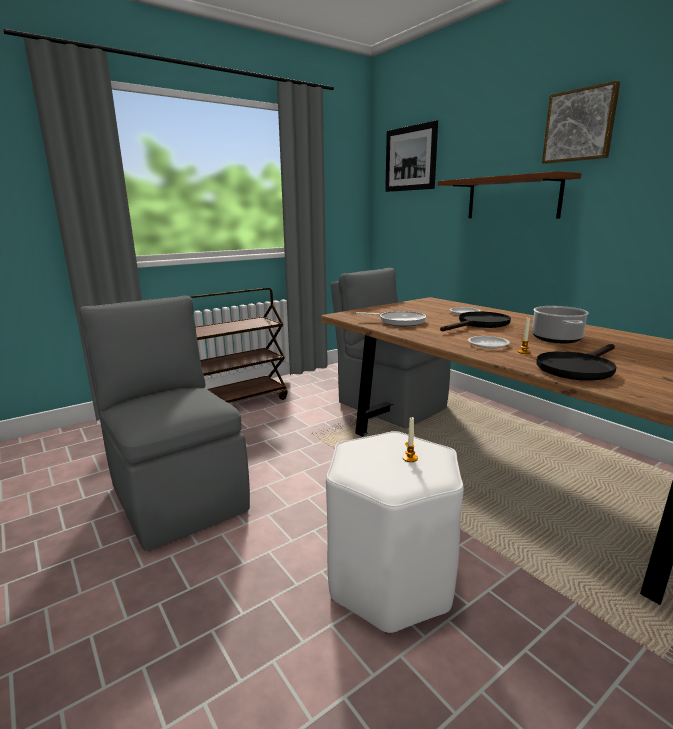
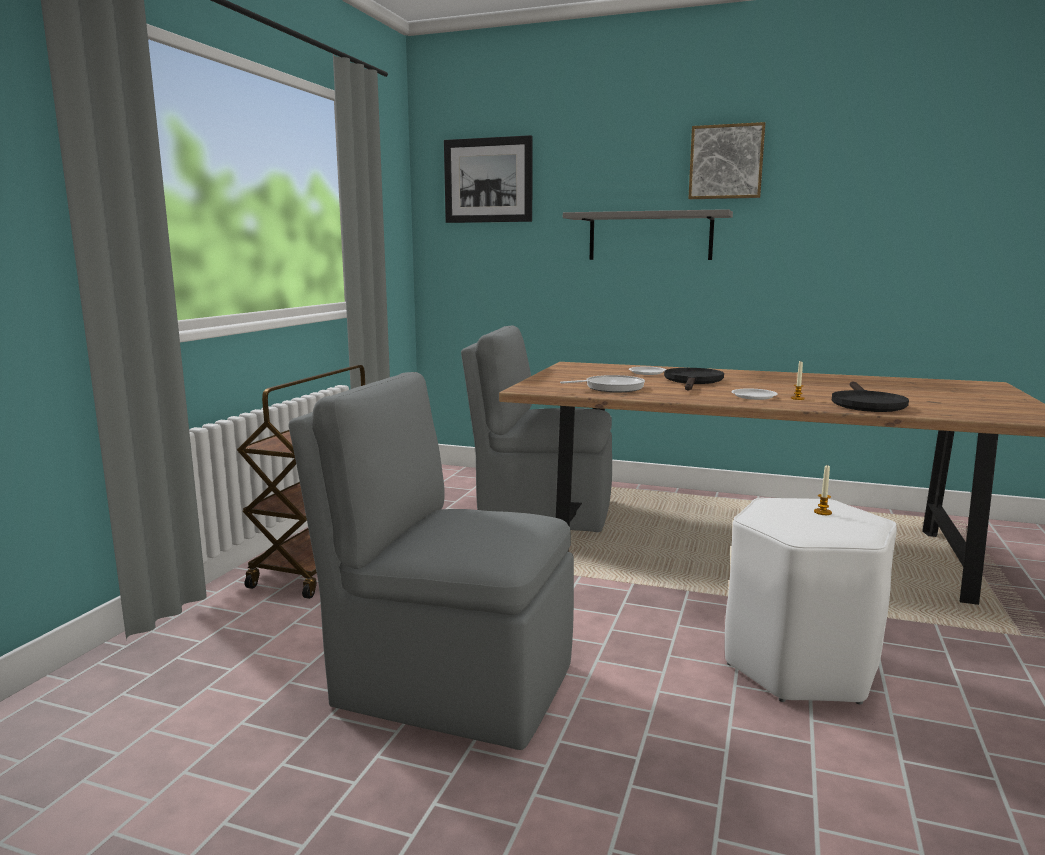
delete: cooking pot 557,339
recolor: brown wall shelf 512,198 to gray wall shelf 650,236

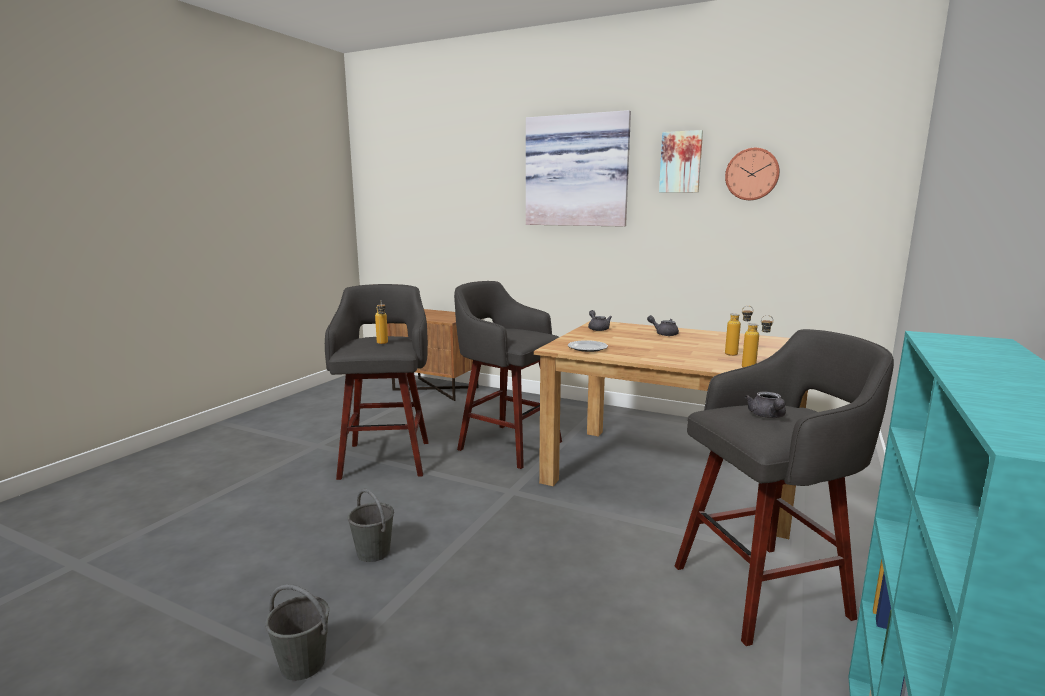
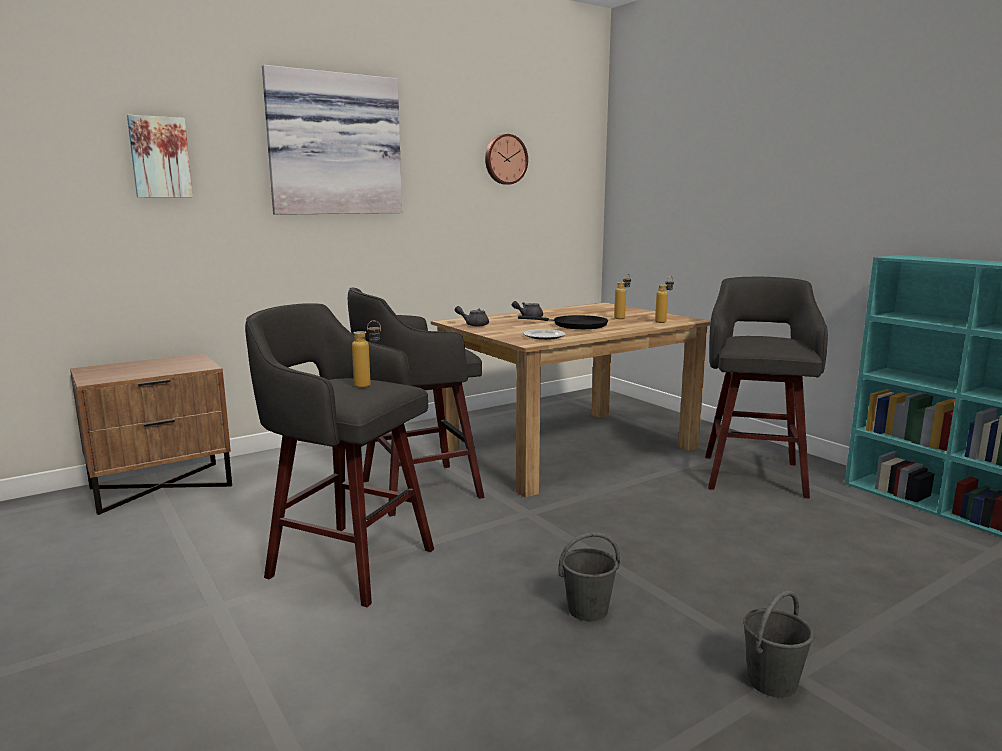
delete: gray teapot 767,416
insert: blackish pan 576,325
move: wall art 681,162 to 160,157

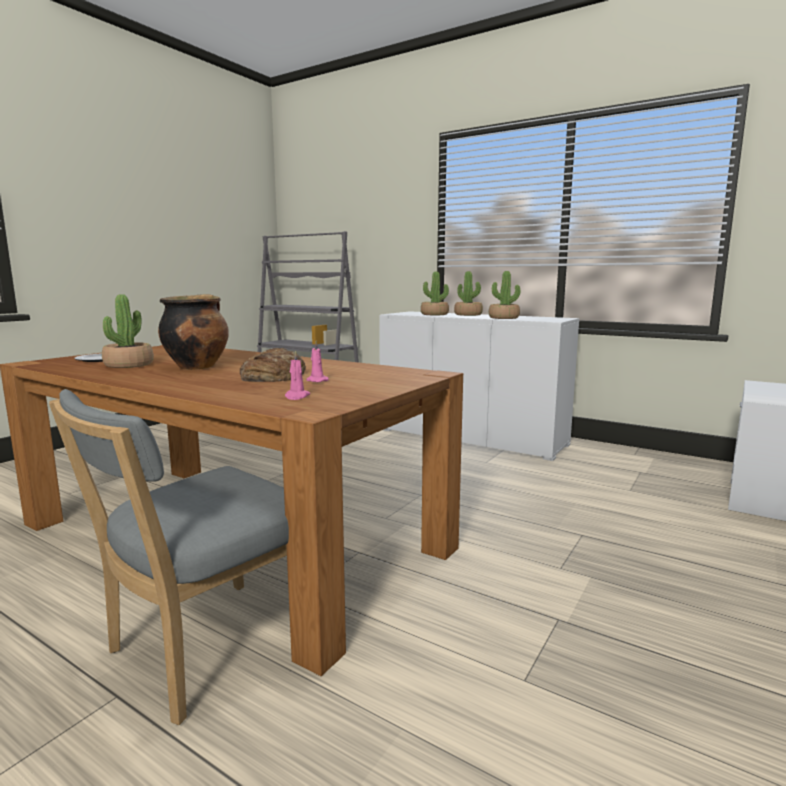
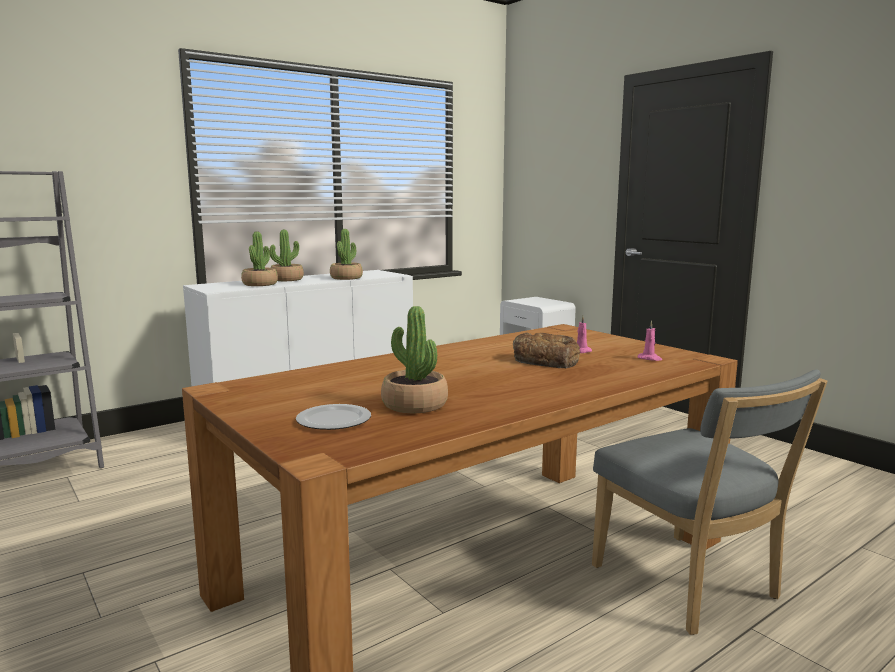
delete: cooking pot 197,367

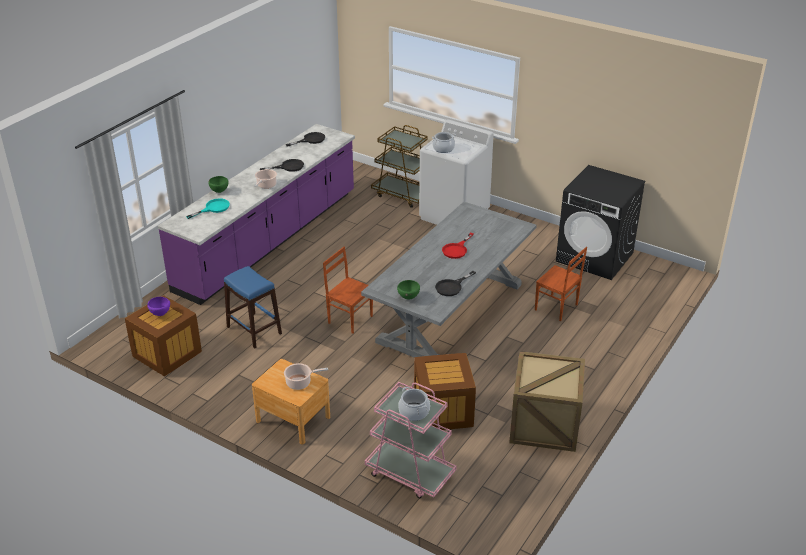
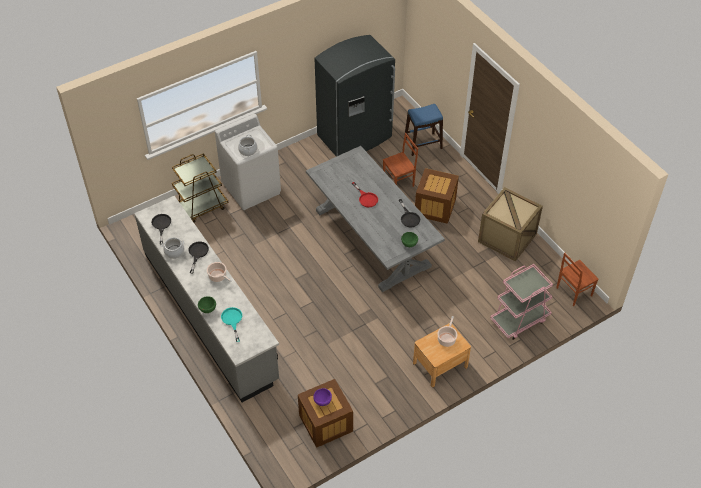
move: brown upright chair 350,319 to 573,291; bluish stool seat 254,330 to 422,144; crate 443,411 to 435,207; cooking pot 414,412 to 174,252
replace: blackish laundry appliance 595,257 to gray refrigerator 355,137
recolor: purplish kitchen base unit 269,241 to gray kitchen base unit 210,315

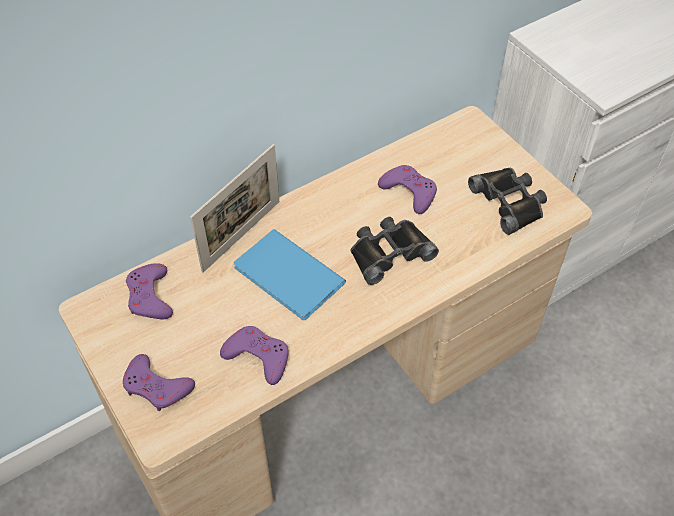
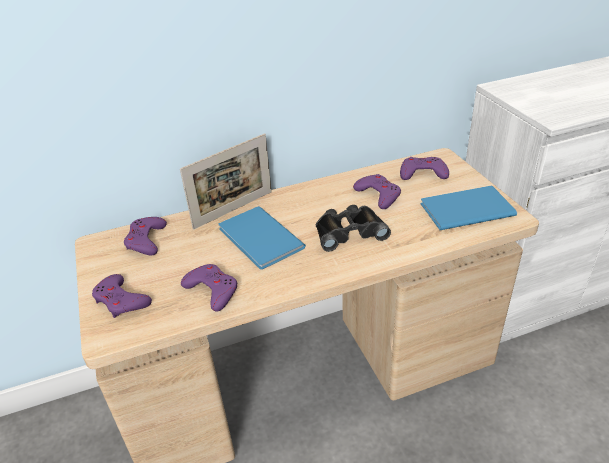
insert: purplish game controller 422,173
replace: blackish pair of binoculars 509,202 to bluish bound book 463,209

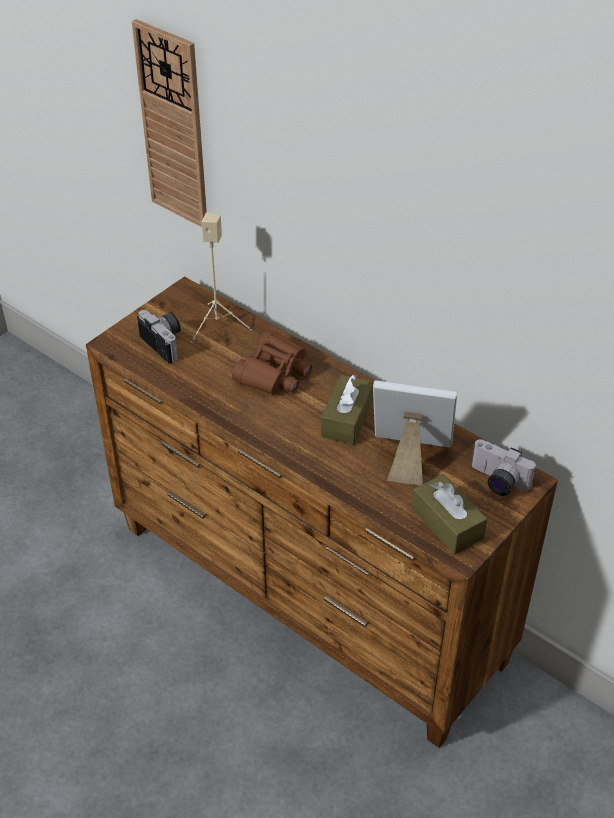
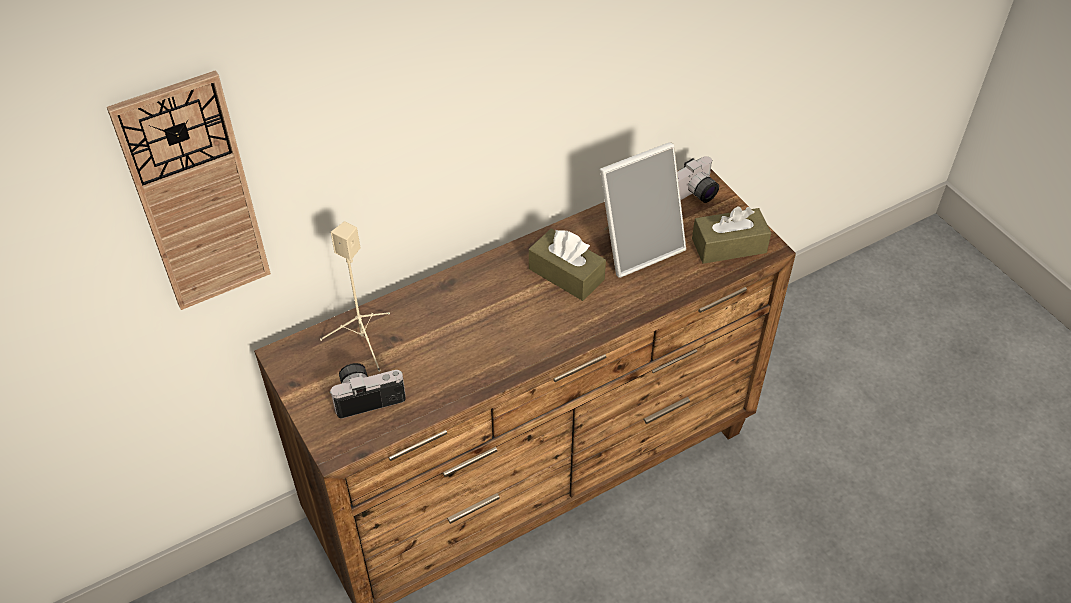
delete: brown pair of binoculars 274,373
rotate: picture frame 408,458 = 638,246 150 degrees counterclockwise

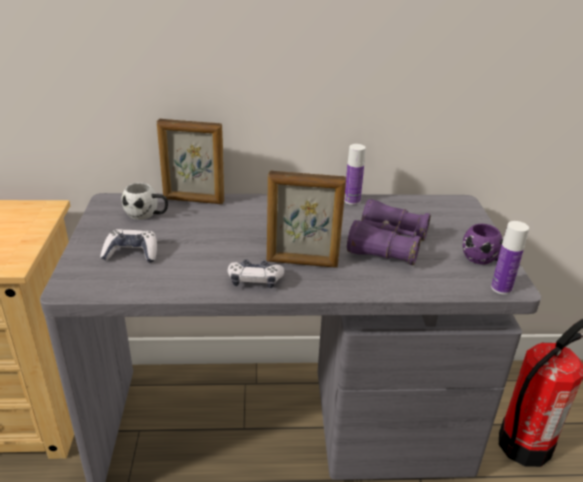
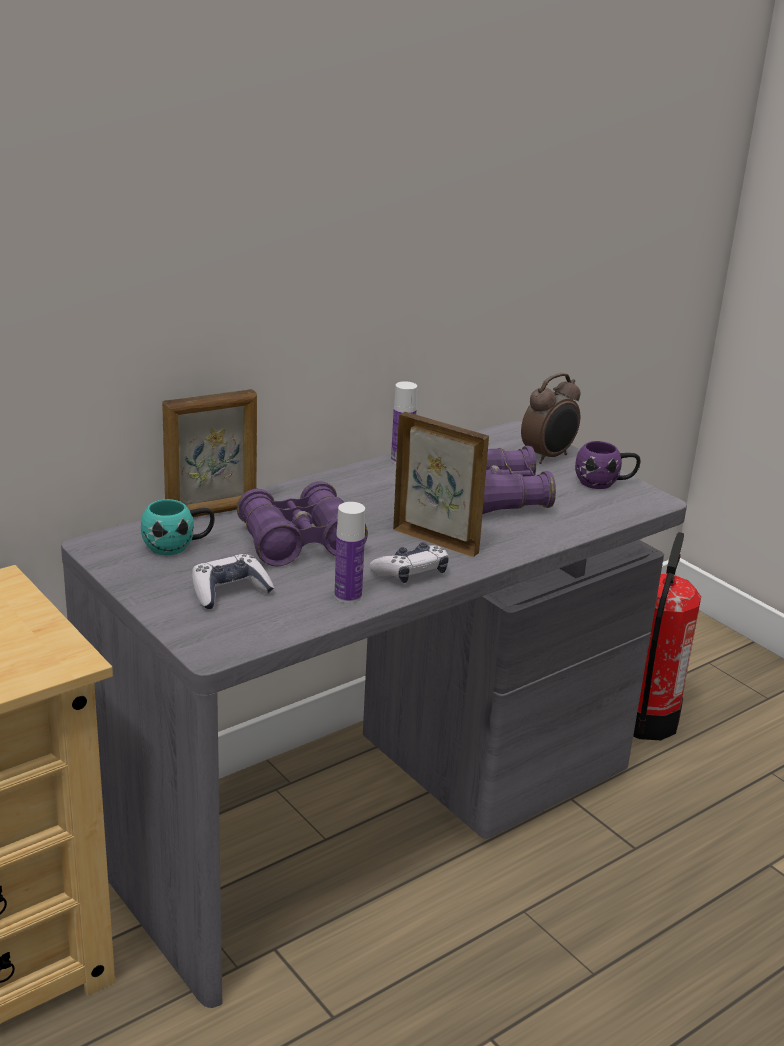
insert: table clock 548,457; purplish pair of binoculars 299,542
move: beverage bottle 501,288 to 348,596
recolor: white-coloured tea mug 147,215 to turquoise tea mug 178,545
rotate: picture frame 302,263 = 436,540 120 degrees counterclockwise

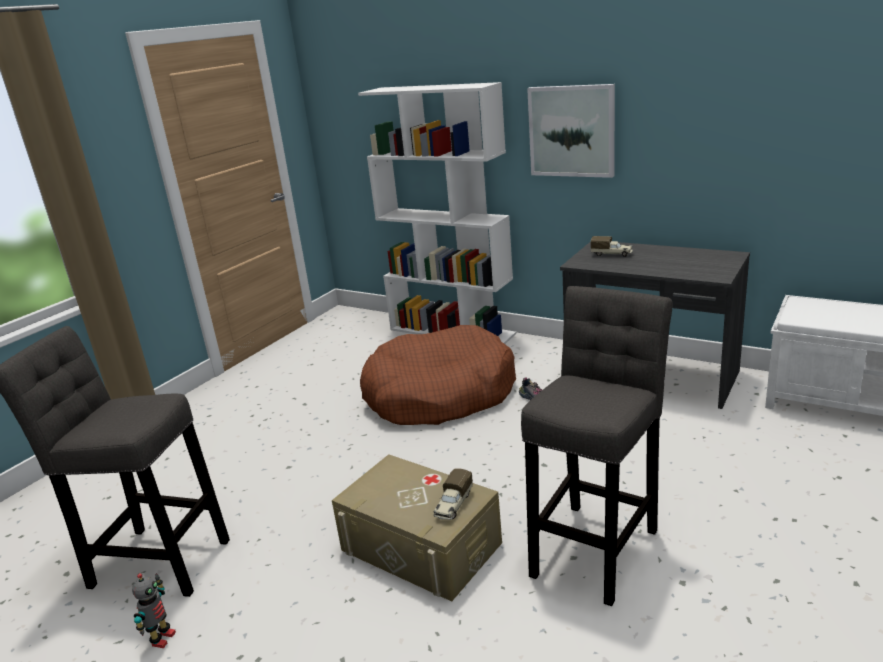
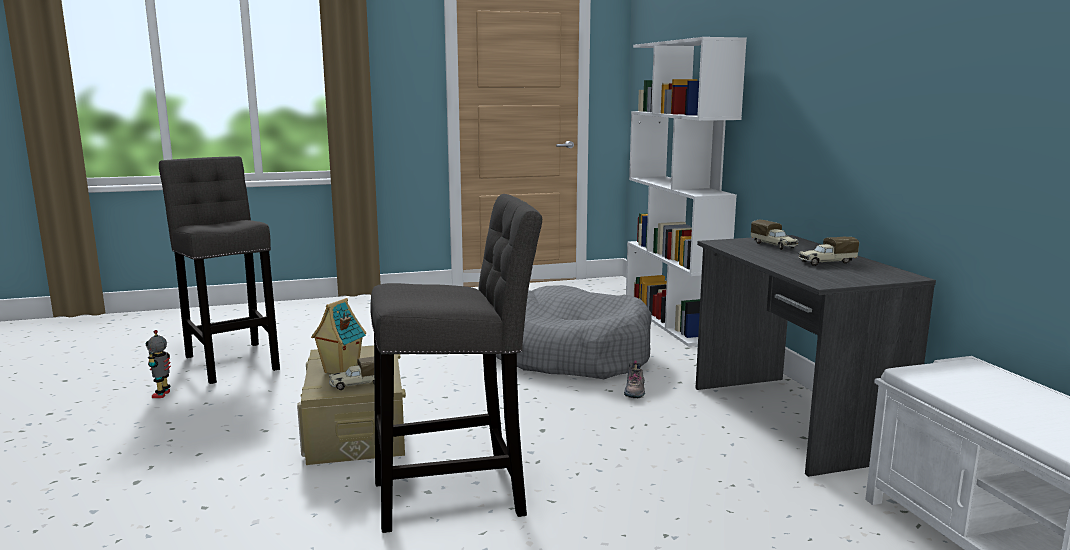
delete: wall art 572,131
insert: toy truck 826,262; toy house 340,371
recolor: brown dog cushion 439,394 to gray dog cushion 569,354
rotate: robot figure 162,638 = 163,394 120 degrees clockwise

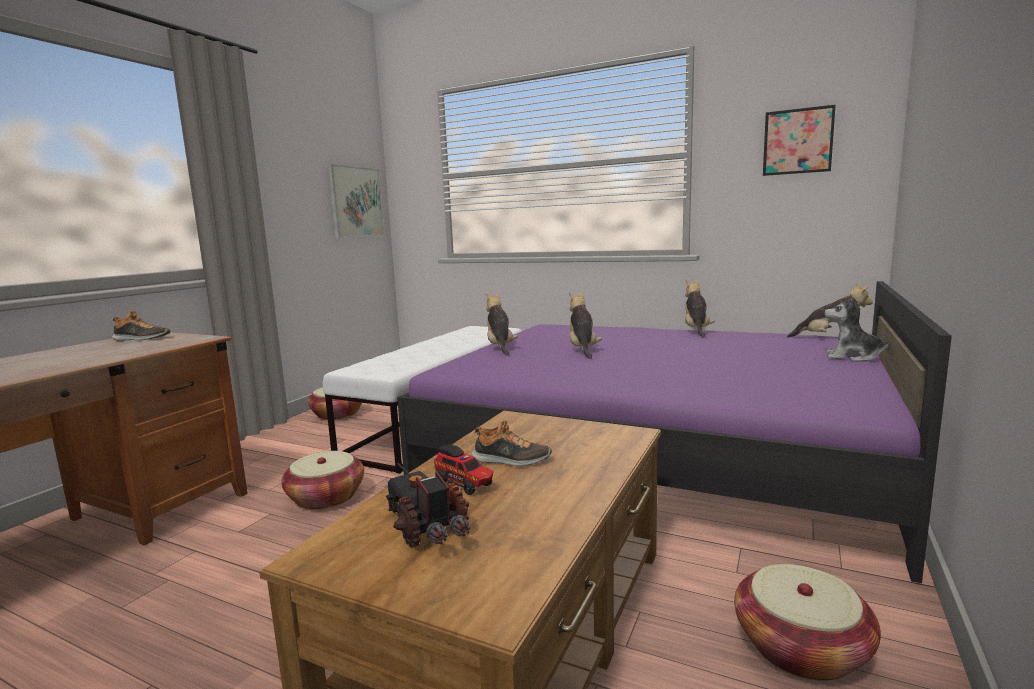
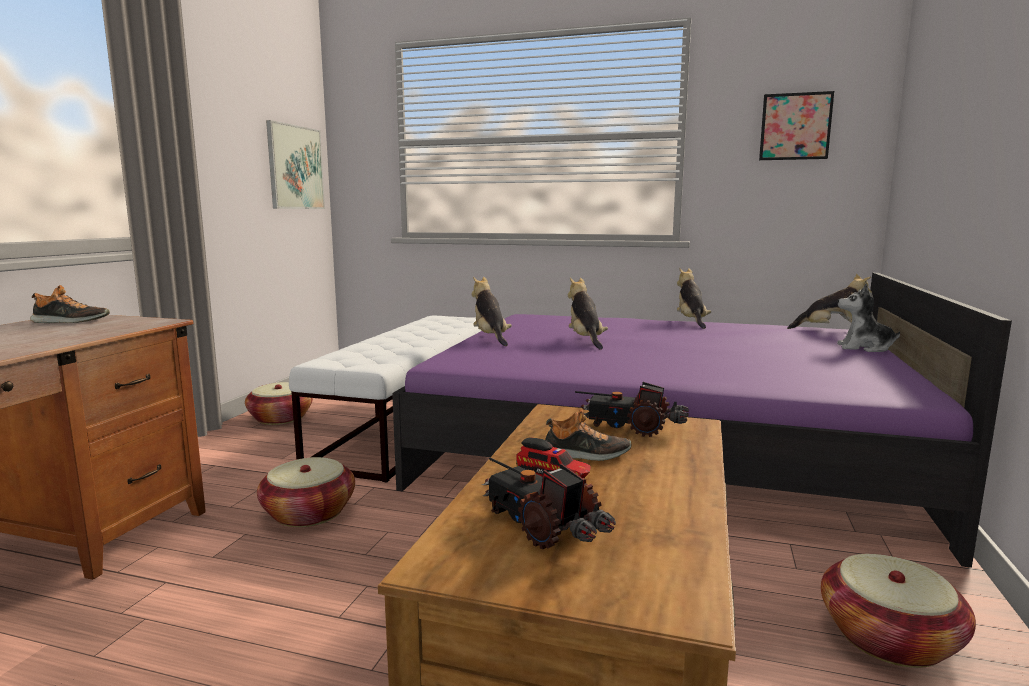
insert: toy truck 631,427

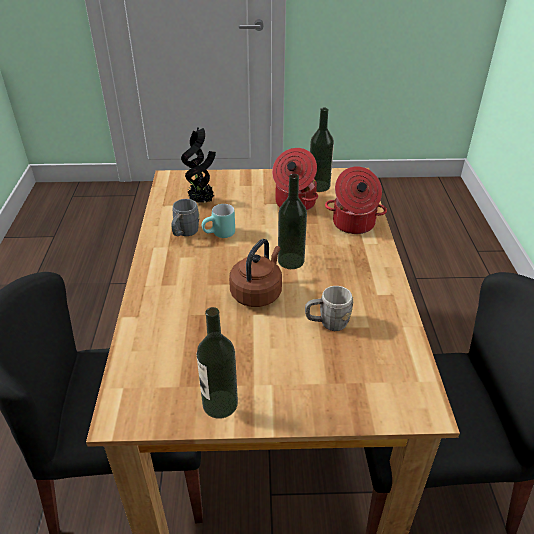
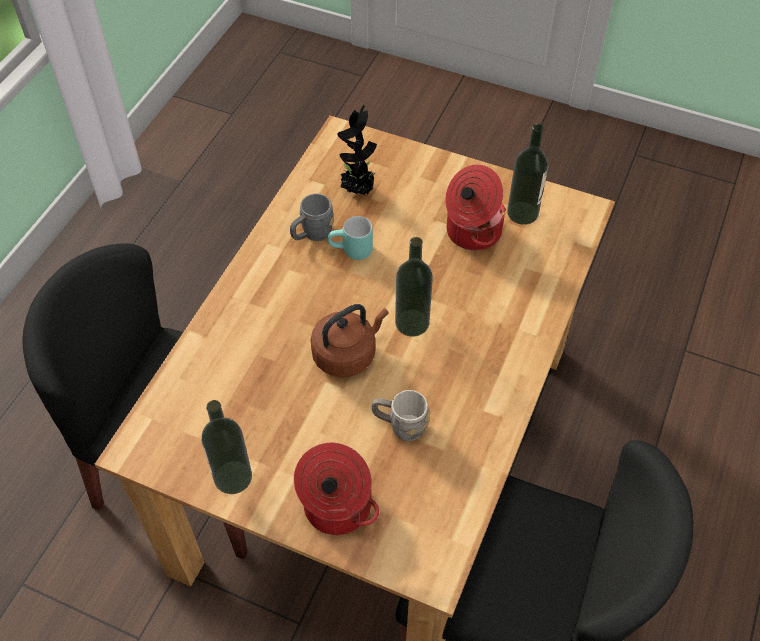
move: cooking pot 353,224 to 336,507

